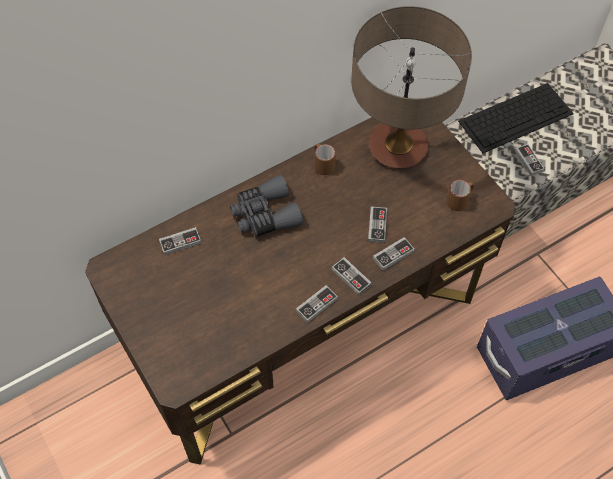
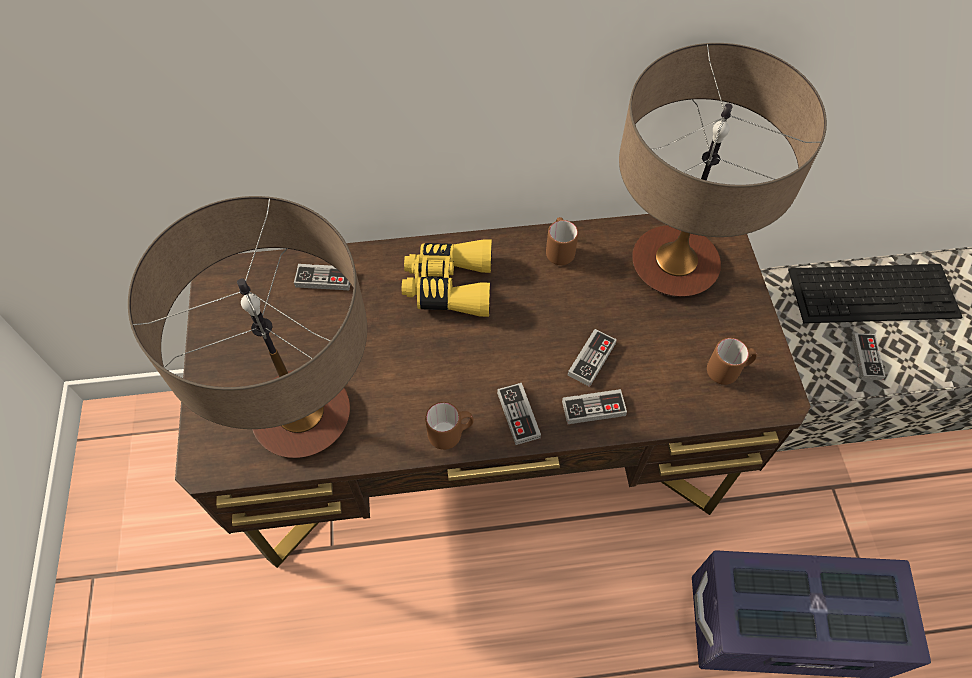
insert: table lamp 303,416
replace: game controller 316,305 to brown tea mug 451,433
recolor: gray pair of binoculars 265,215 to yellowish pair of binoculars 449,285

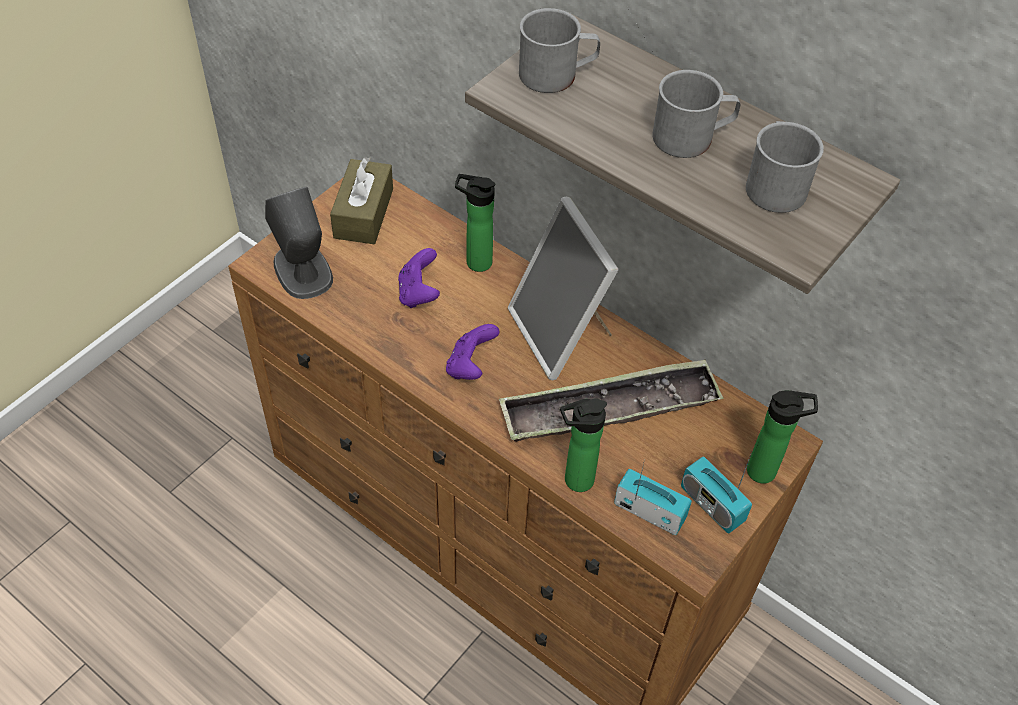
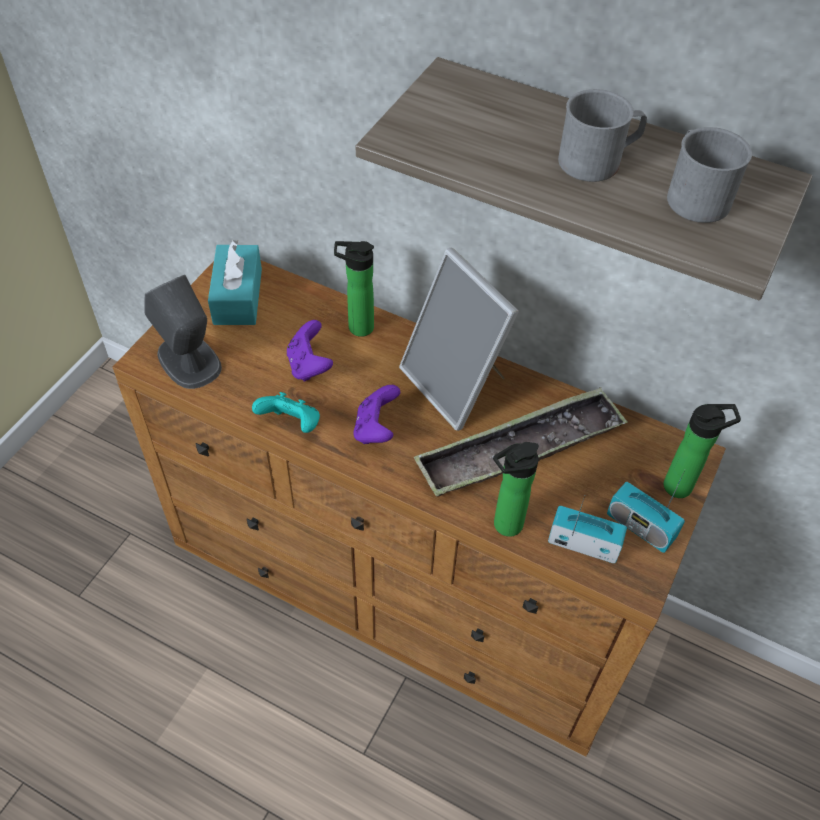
delete: gray tea mug 557,74
insert: turquoise game controller 291,424
recolor: brown tissue box 363,213 to turquoise tissue box 238,296

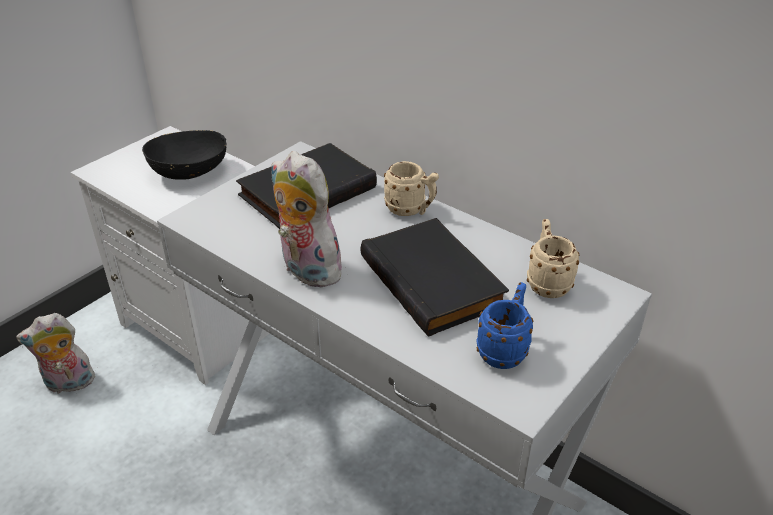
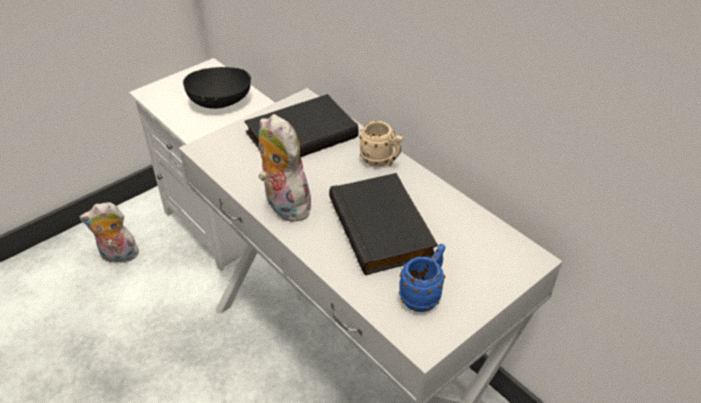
delete: beige tea mug 546,282

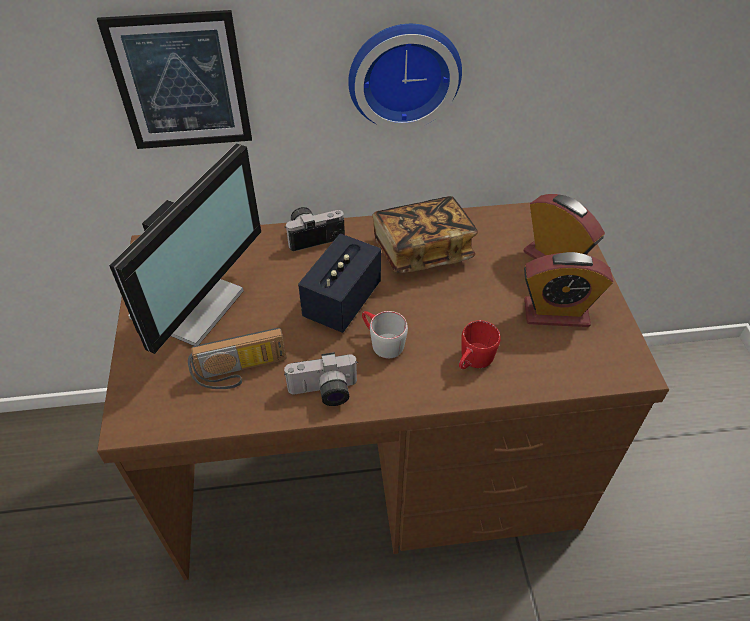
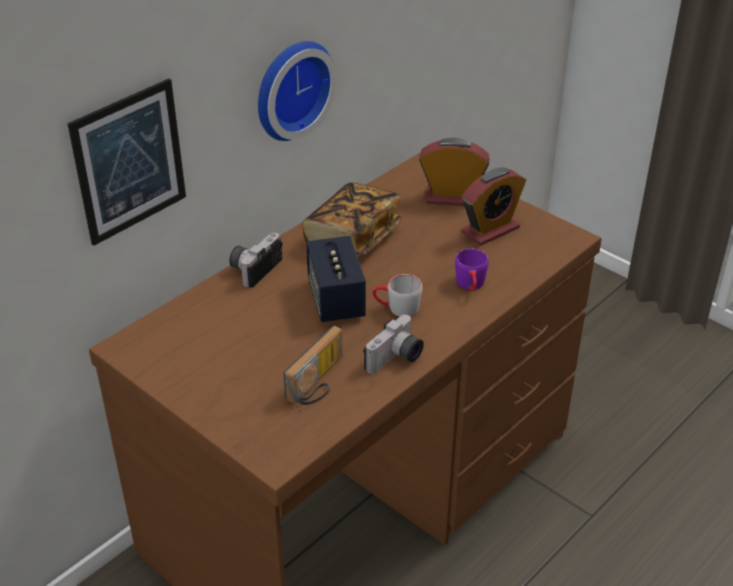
delete: computer display 192,305
recolor: red-coloured tea mug 473,361 to purplish tea mug 471,286

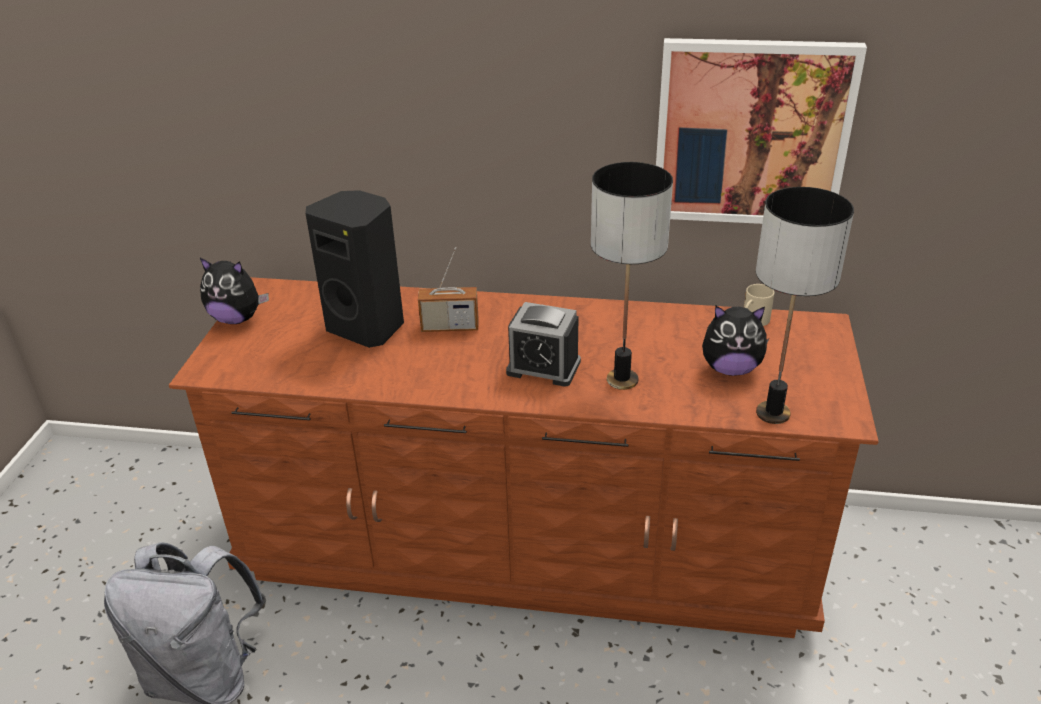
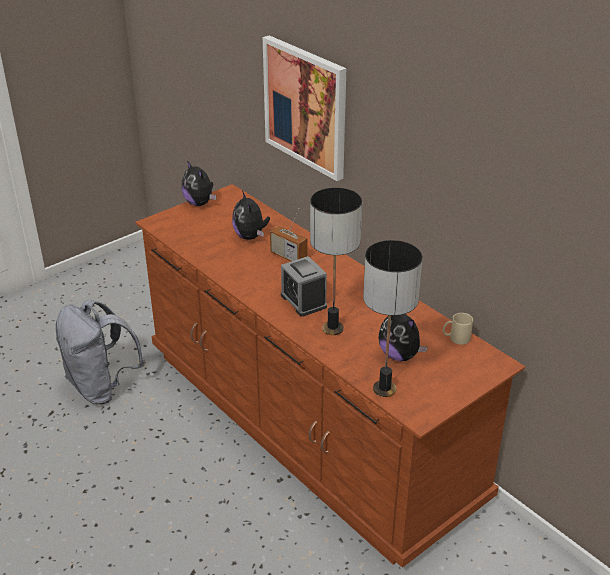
move: wall art 751,133 to 306,106
replace: blackish audio speaker 368,327 to cuddly toy 250,237

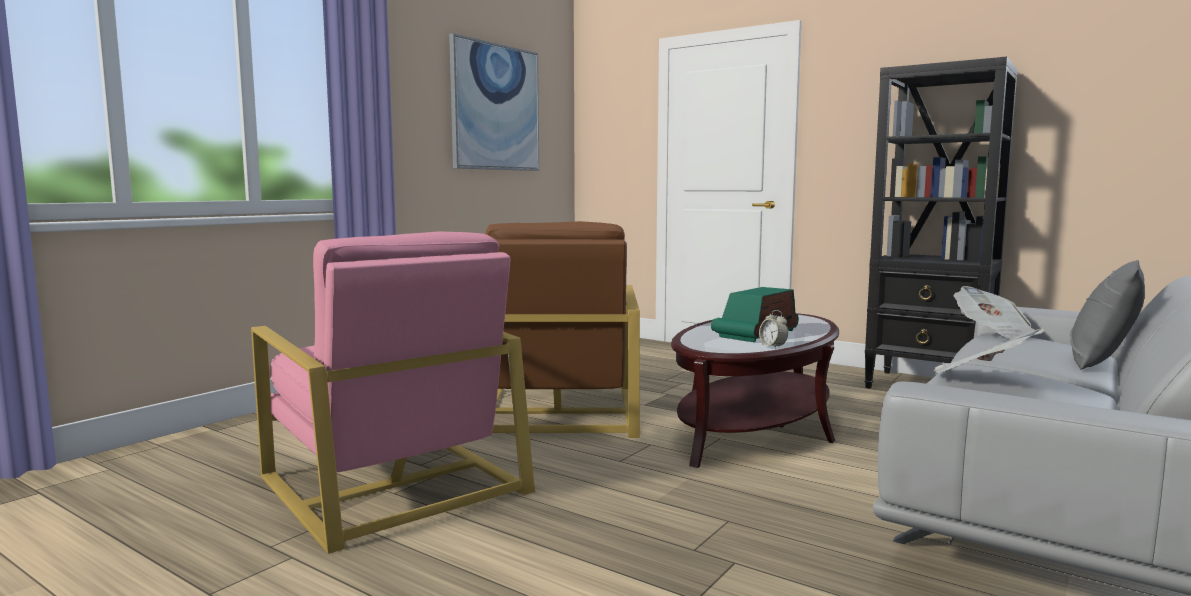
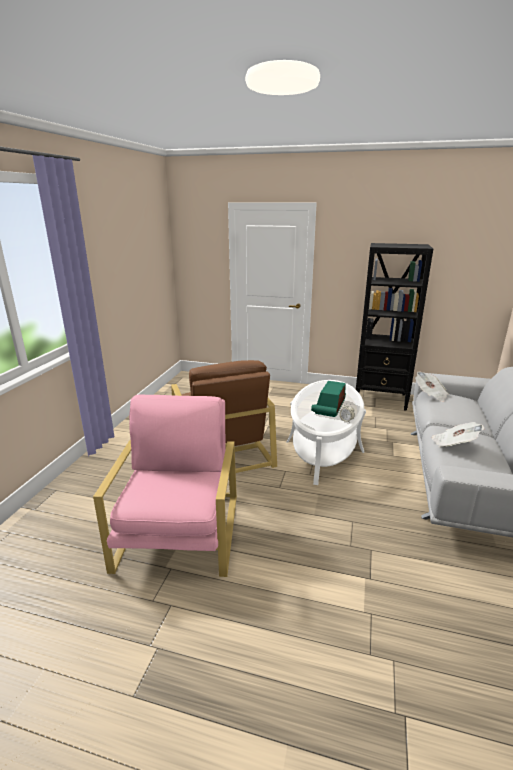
delete: wall art 495,107; gray cushion 1101,361
recolor: brown low table 755,426 to white-coloured low table 324,446
rotate: pinkish armchair 393,483 = 178,532 120 degrees counterclockwise

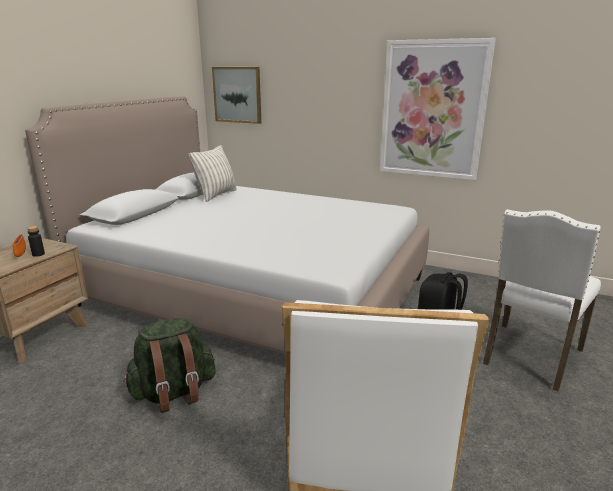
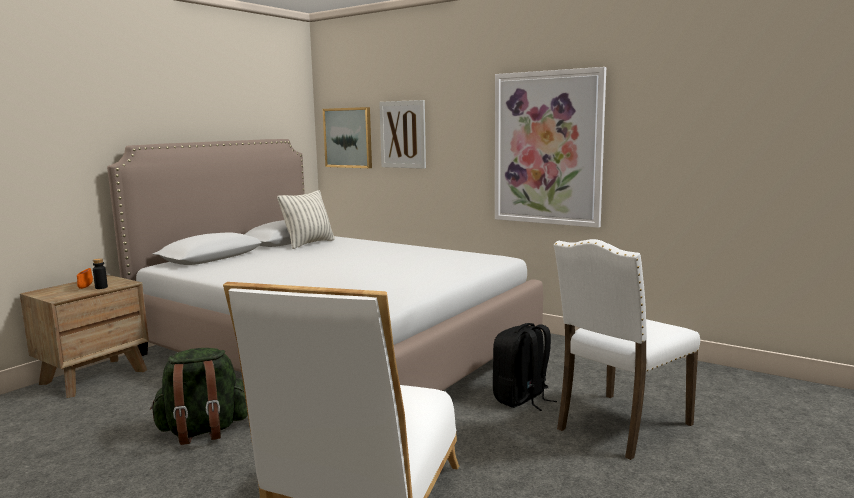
insert: wall art 403,134

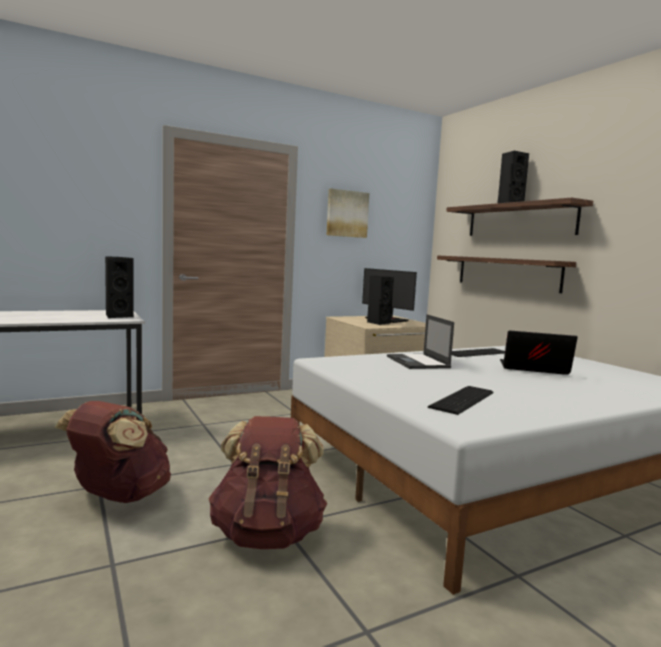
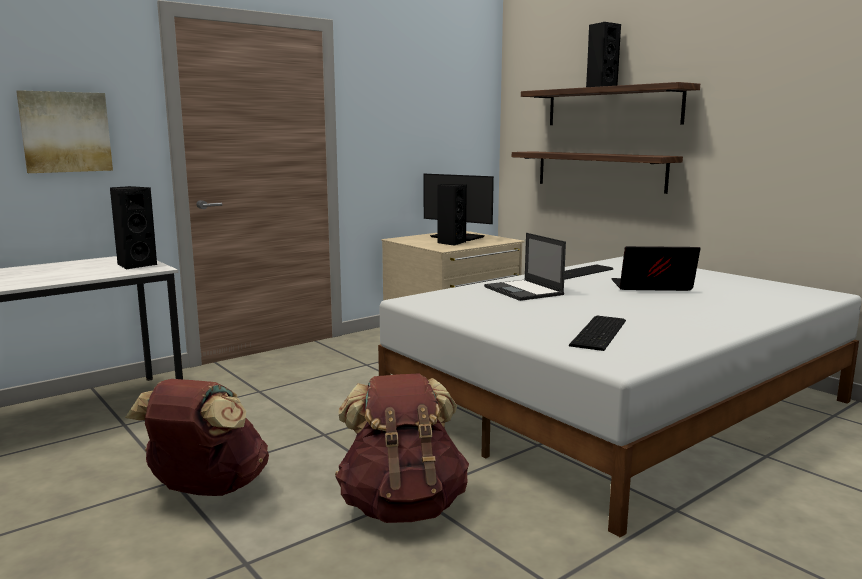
move: wall art 347,213 to 65,132

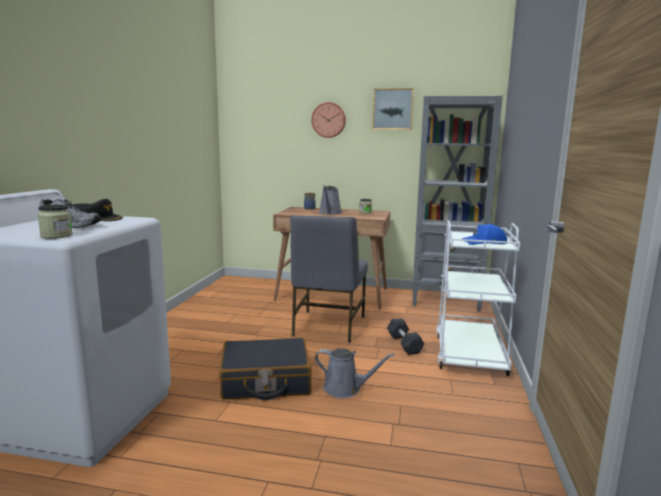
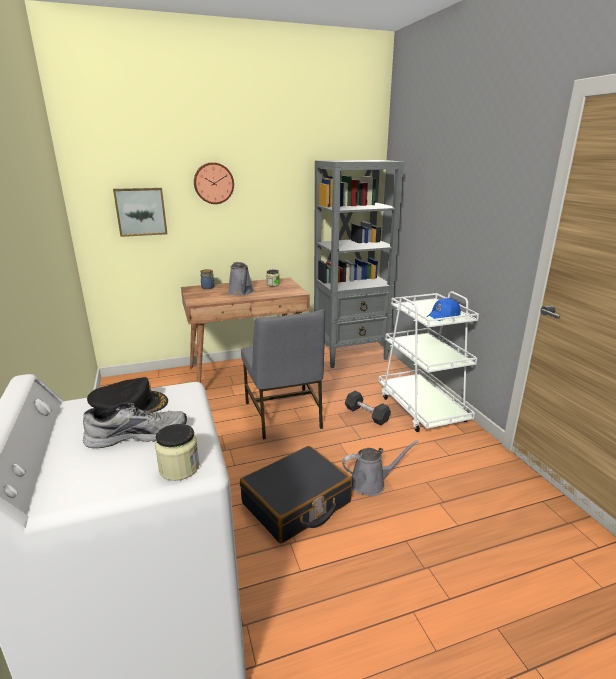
move: wall art 393,109 to 141,211

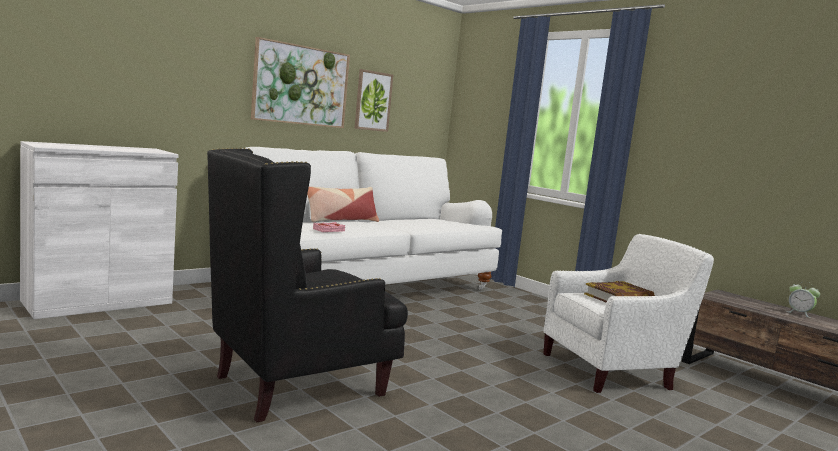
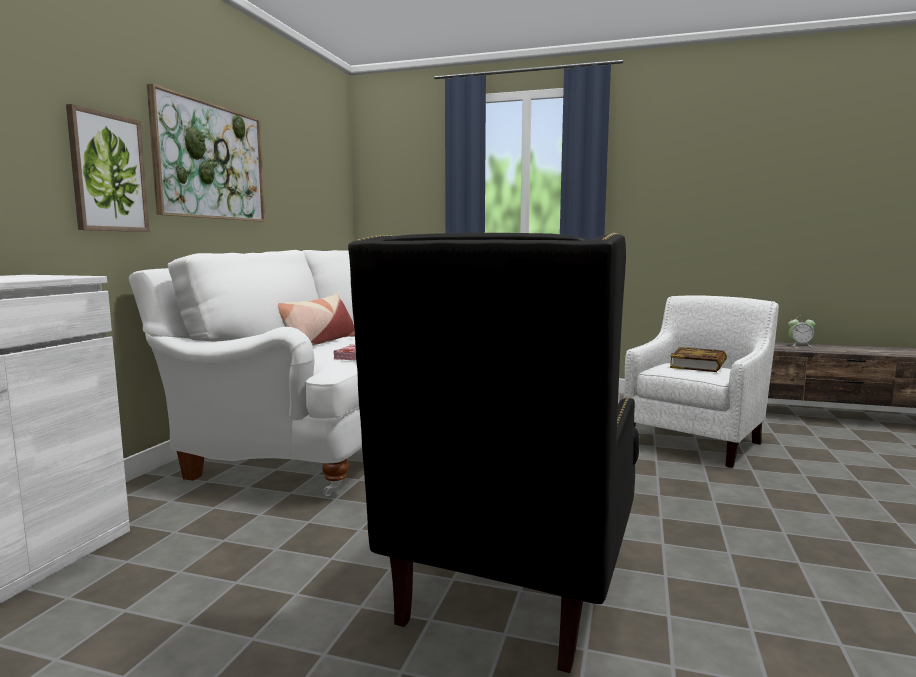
move: wall art 373,101 to 108,173

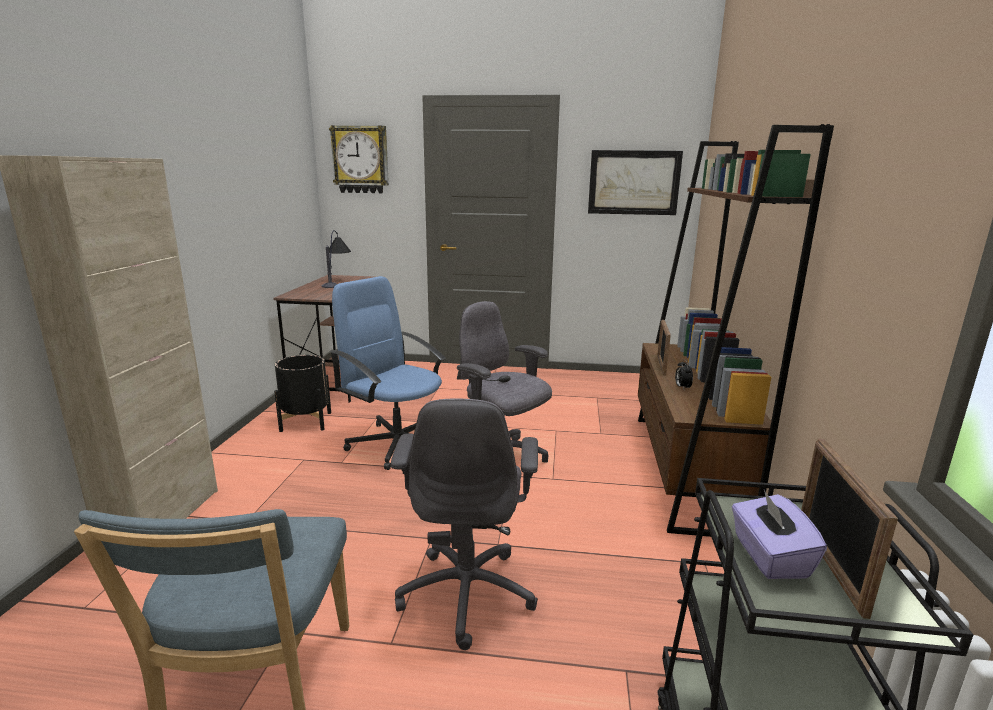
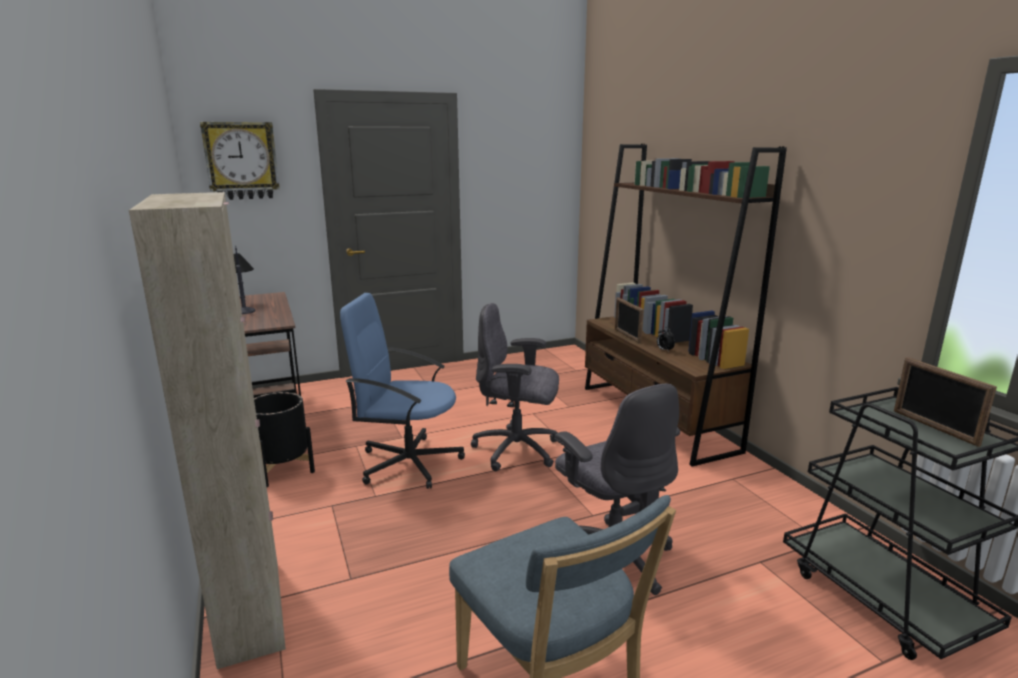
delete: wall art 633,182; purplish tissue box 769,557

